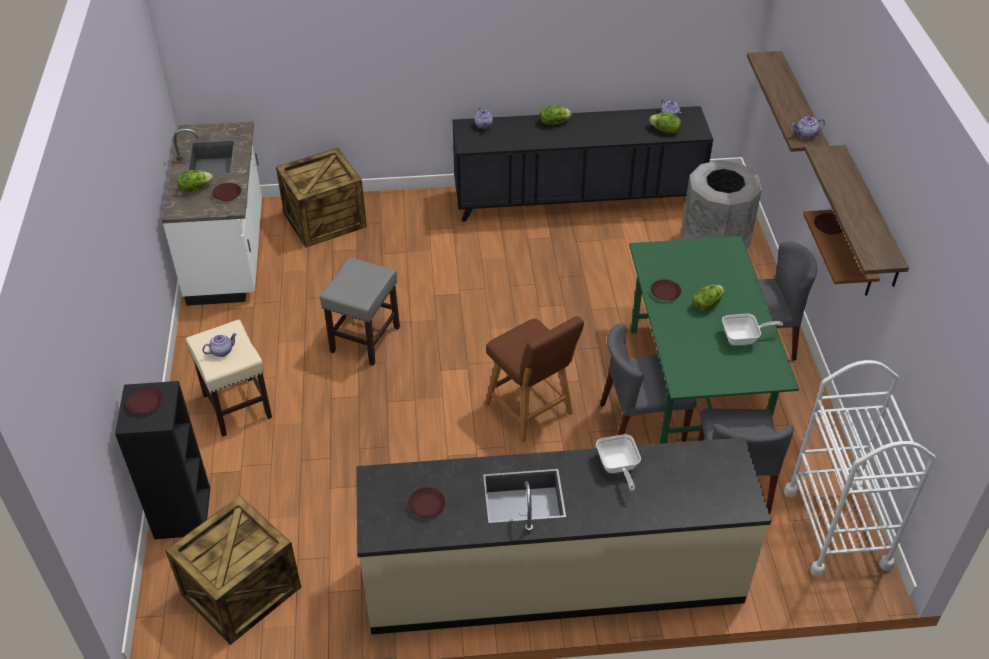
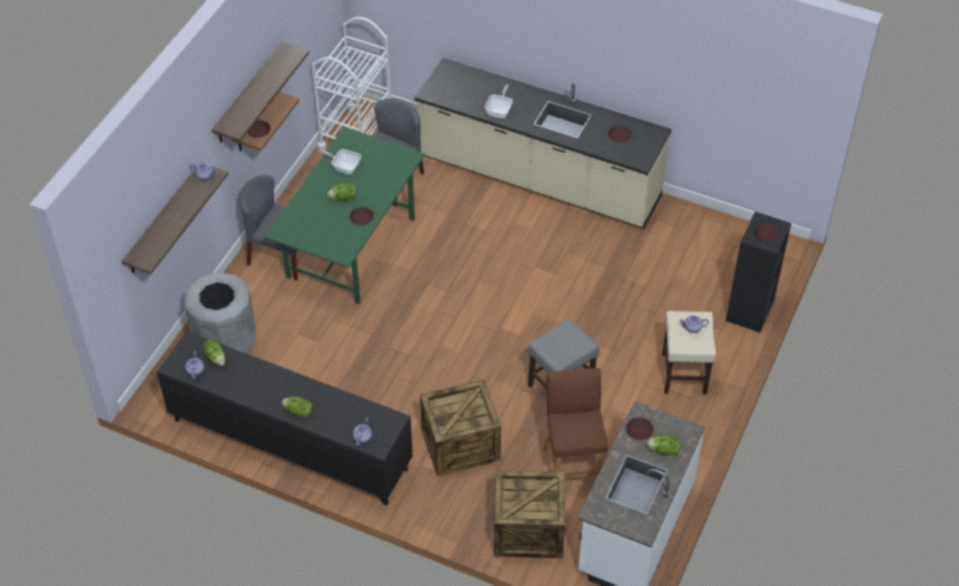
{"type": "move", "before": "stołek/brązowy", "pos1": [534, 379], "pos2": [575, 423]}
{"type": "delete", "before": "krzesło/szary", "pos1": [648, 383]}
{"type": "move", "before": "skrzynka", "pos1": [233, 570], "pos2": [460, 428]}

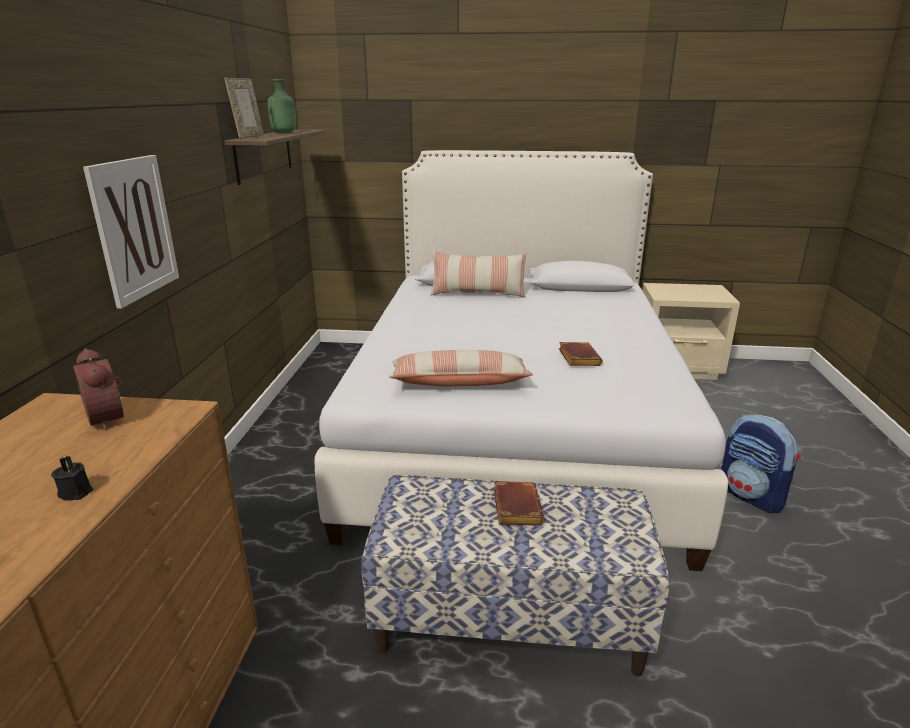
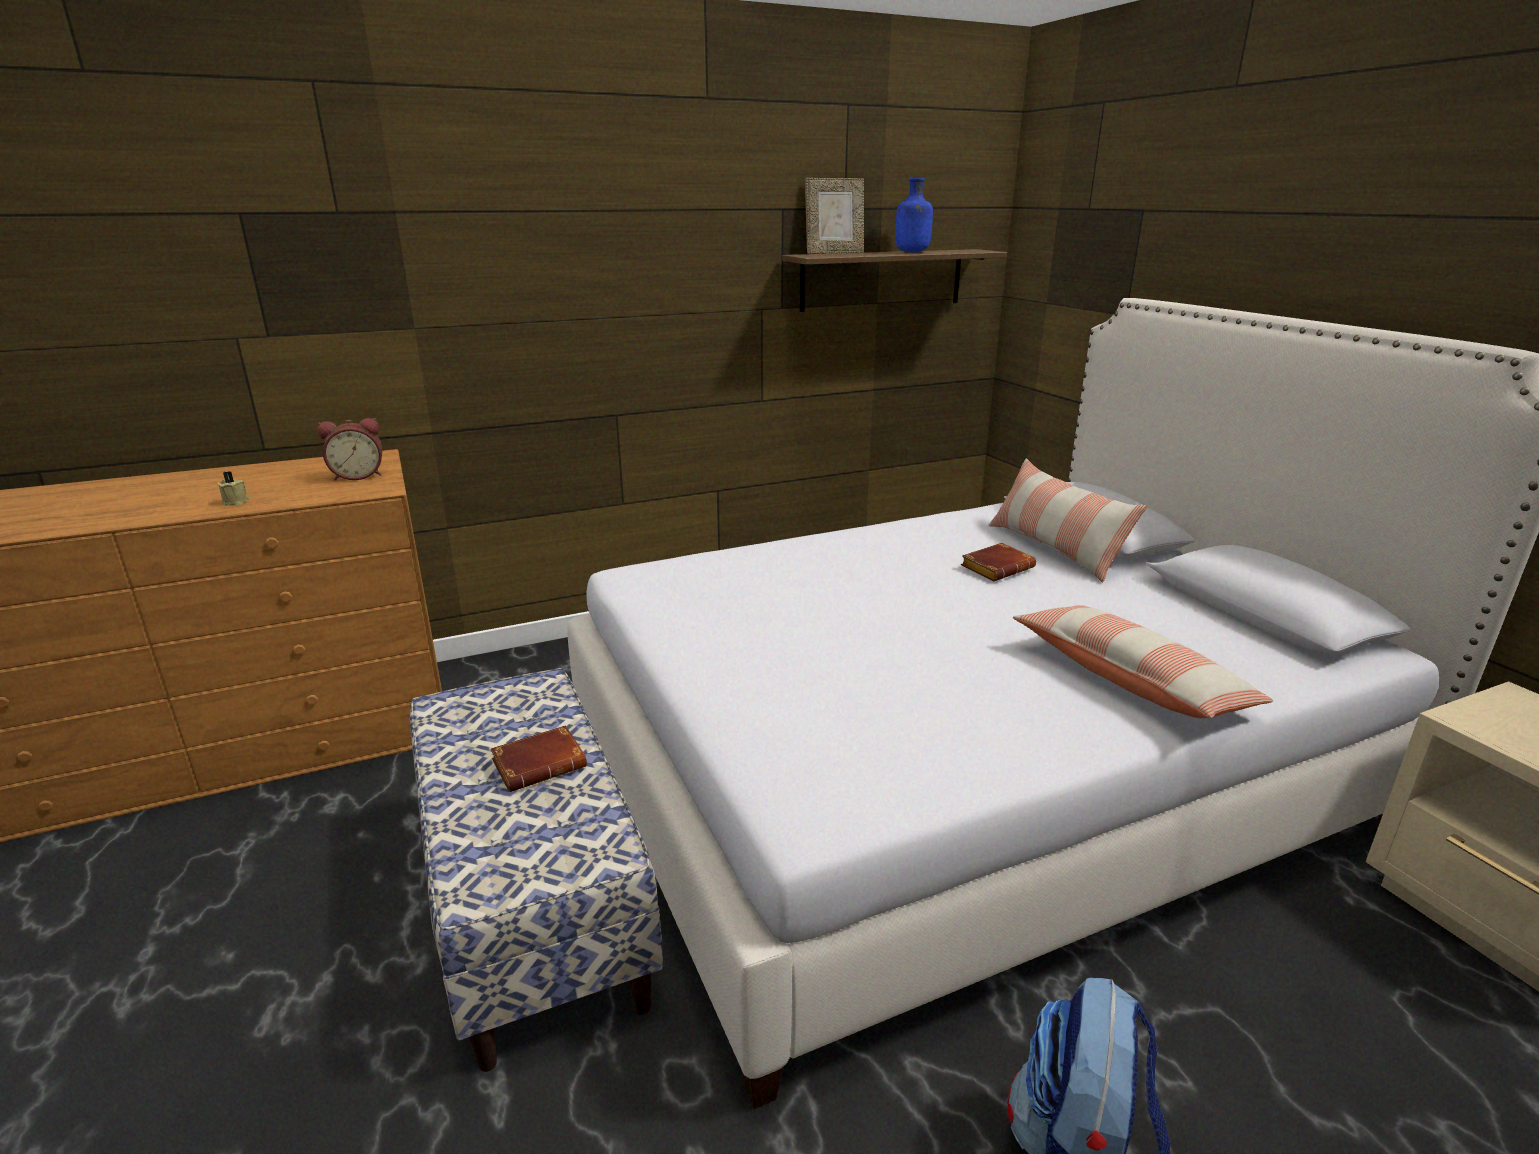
{"type": "recolor", "before": "butelka/zielony", "after": "butelka/niebieski", "pos1": [282, 106], "pos2": [914, 215]}
{"type": "delete", "before": "obraz", "pos1": [131, 232]}
{"type": "move", "before": "książka/brązowy", "pos1": [581, 354], "pos2": [998, 562]}
{"type": "rotate", "before": "budzik", "pos1": [98, 389], "pos2": [349, 449], "turn": -135}
{"type": "move", "before": "poduszka", "pos1": [461, 368], "pos2": [1143, 661]}
{"type": "recolor", "before": "świeca/czarny", "after": "świeca/beżowy", "pos1": [72, 478], "pos2": [233, 488]}

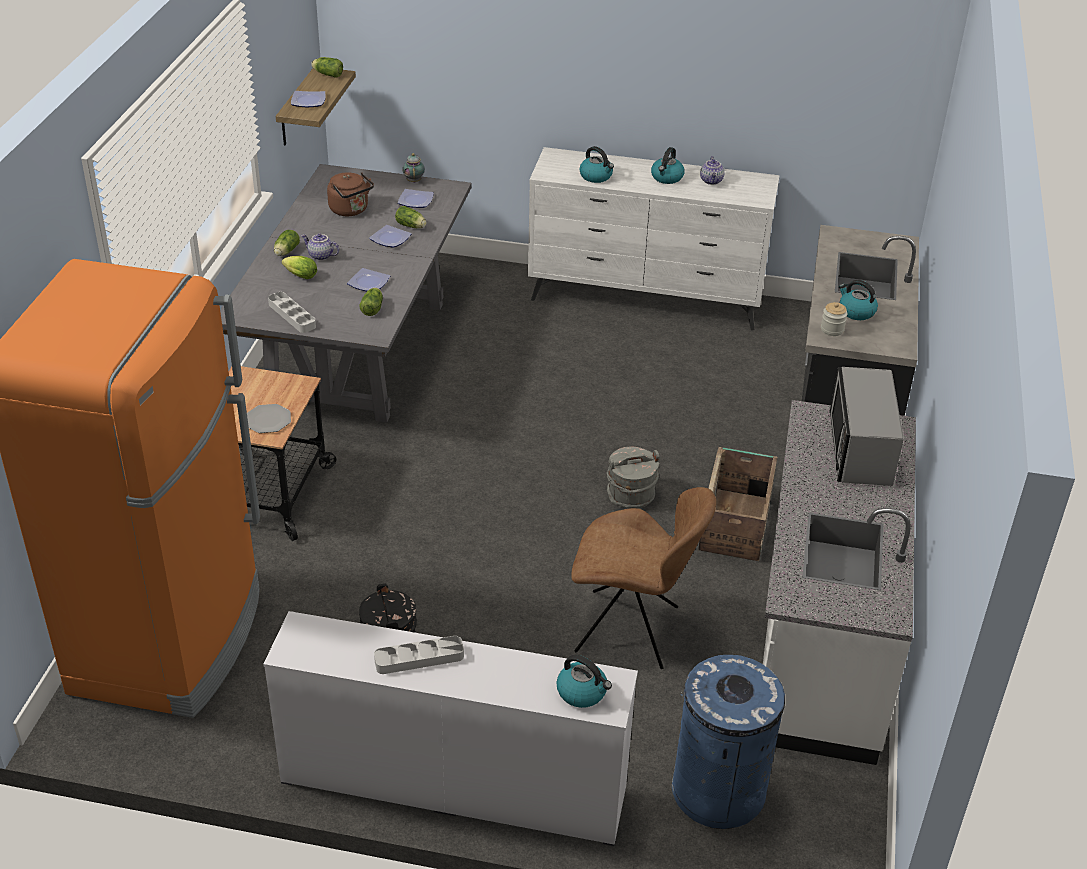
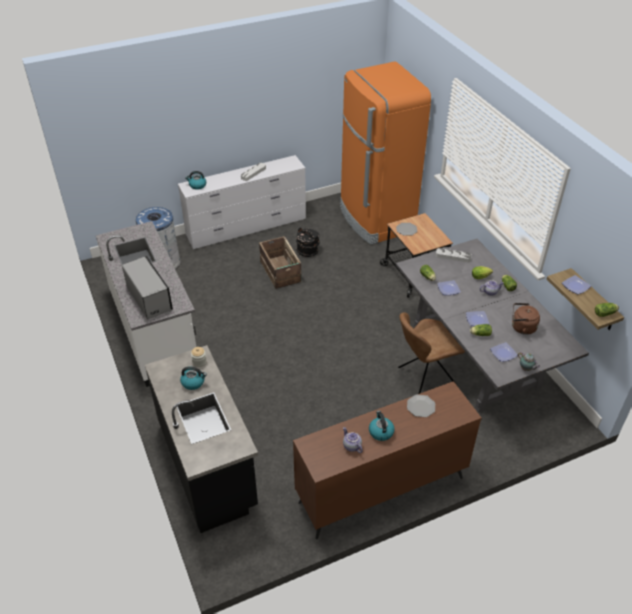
{"type": "replace", "before": "czajnik", "after": "talerz", "pos1": [596, 164], "pos2": [421, 405]}
{"type": "recolor", "before": "komoda/biały", "after": "komoda/brązowy", "pos1": [654, 239], "pos2": [387, 460]}
{"type": "delete", "before": "wiadro/szary", "pos1": [632, 477]}
{"type": "move", "before": "skrzynka", "pos1": [737, 504], "pos2": [280, 262]}
{"type": "move", "before": "krzesło/brązowy", "pos1": [643, 578], "pos2": [431, 353]}

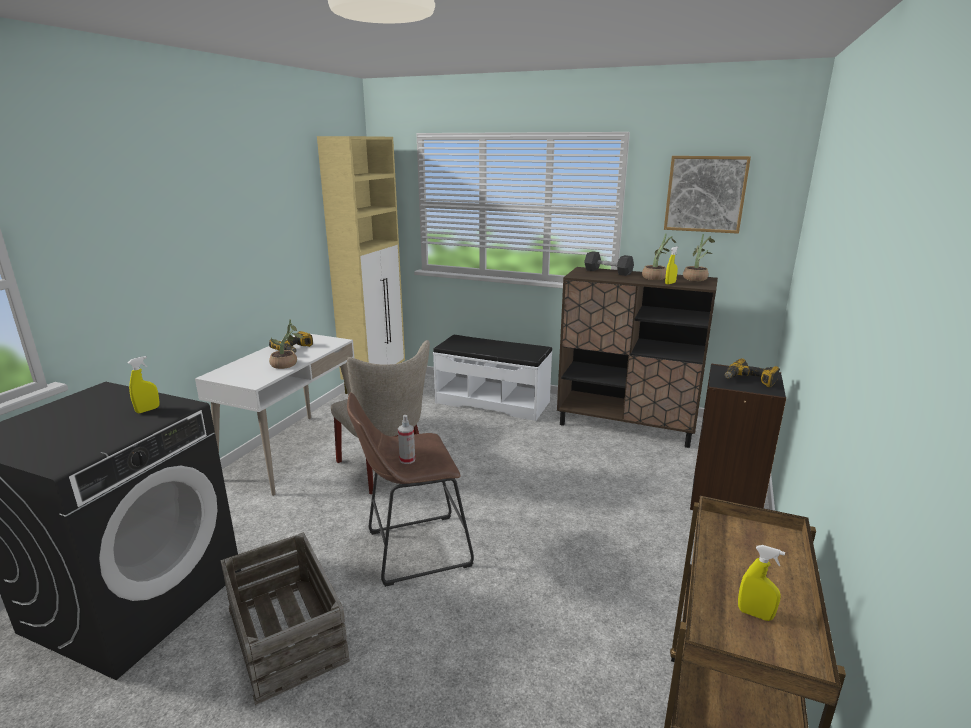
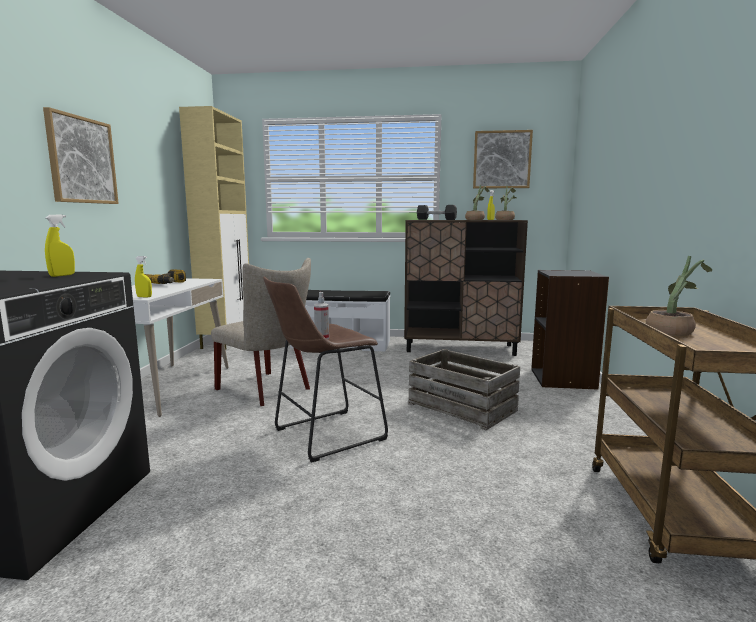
{"type": "move", "before": "roślina doniczkowa", "pos1": [286, 344], "pos2": [679, 296]}
{"type": "delete", "before": "wiertarka", "pos1": [752, 372]}
{"type": "move", "before": "skrzynka", "pos1": [285, 618], "pos2": [464, 389]}
{"type": "move", "before": "spryskiwacz/żółty", "pos1": [761, 583], "pos2": [143, 277]}
{"type": "insert", "after": "obraz", "pos2": [81, 155]}

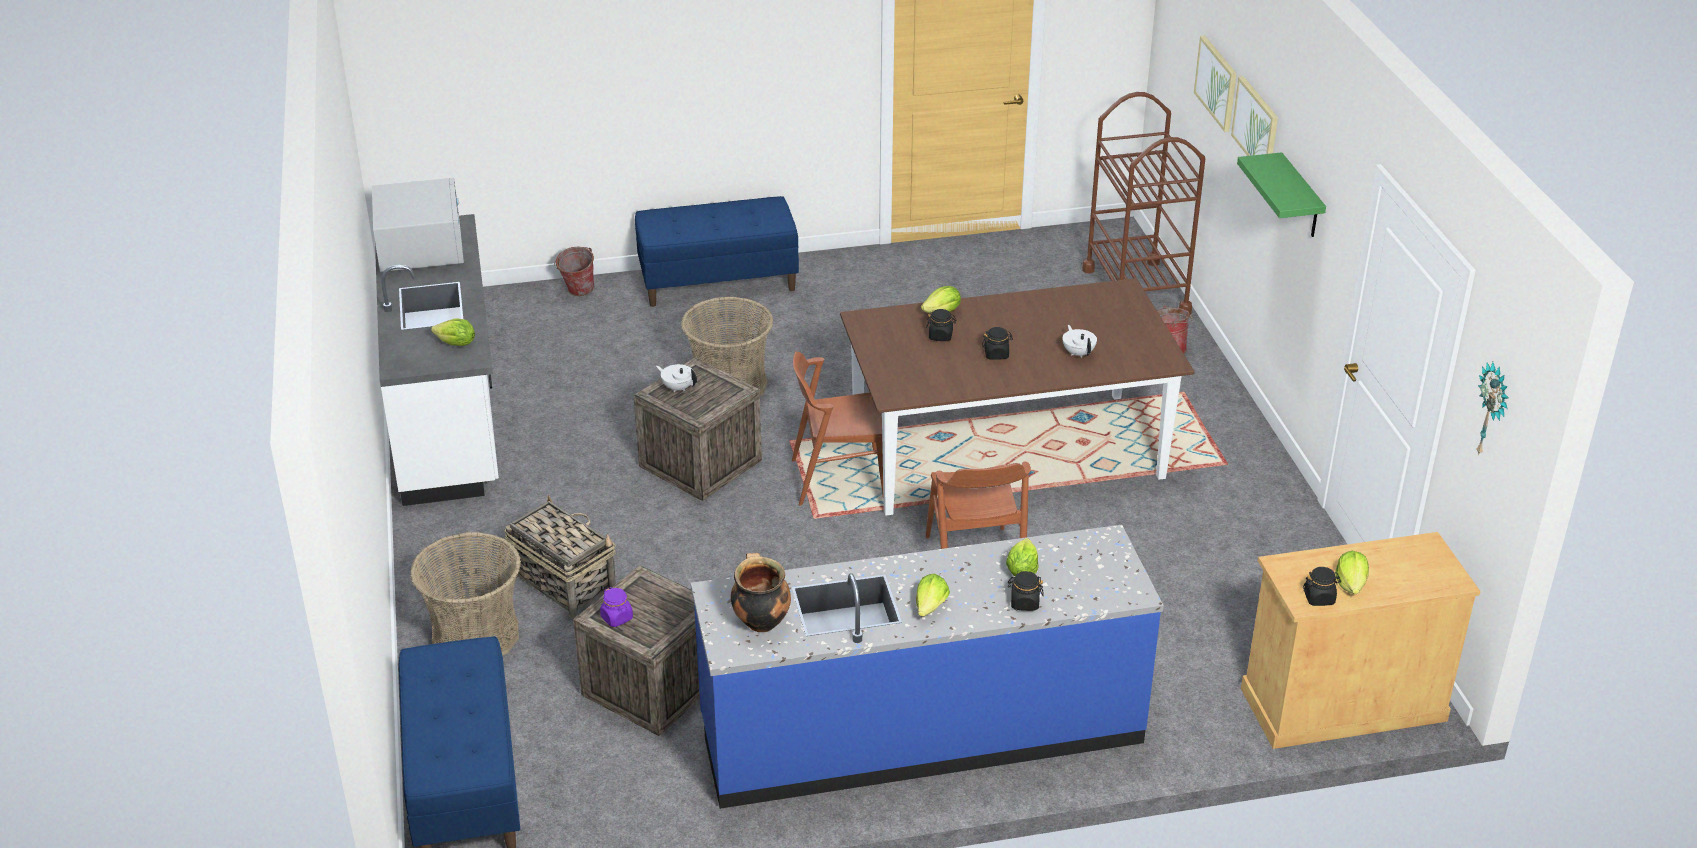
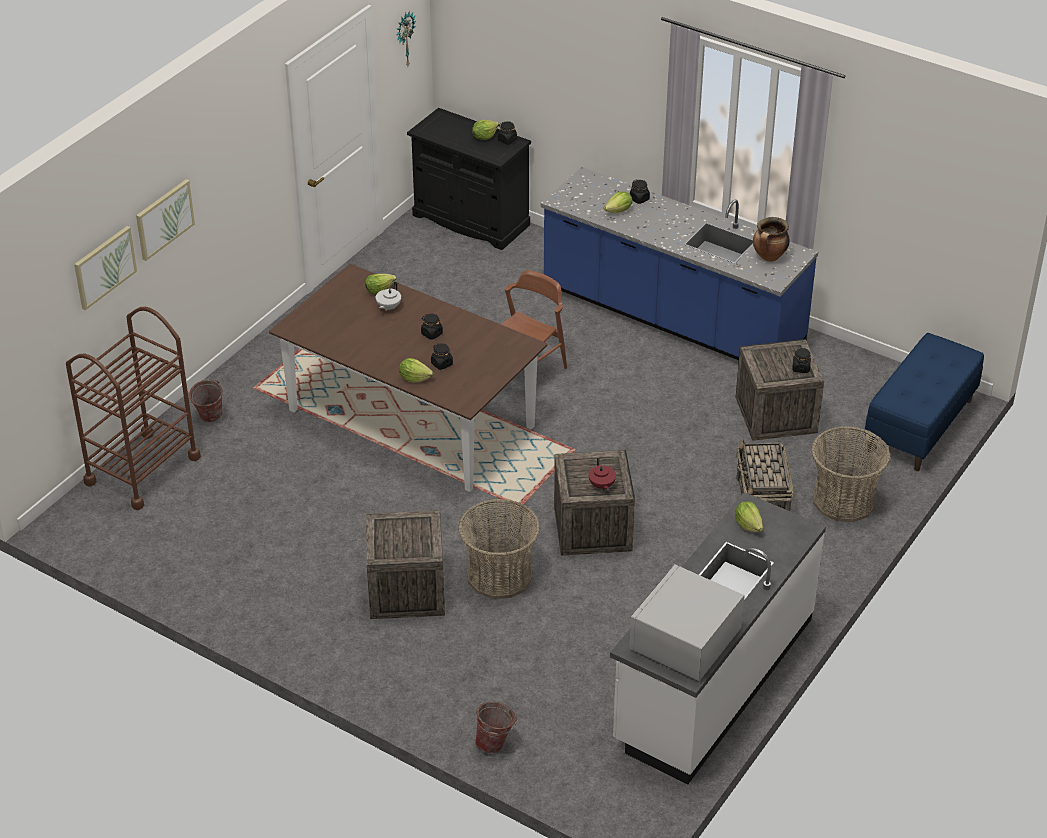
{"type": "delete", "before": "półka/zielony", "pos1": [1281, 194]}
{"type": "delete", "before": "ławka/niebieski", "pos1": [717, 251]}
{"type": "delete", "before": "krzesło/brązowy", "pos1": [837, 428]}
{"type": "recolor", "before": "imbryk/biały", "after": "imbryk/czerwony", "pos1": [676, 378], "pos2": [602, 474]}
{"type": "recolor", "before": "szafka/beżowy", "after": "szafka/czarny", "pos1": [1361, 640], "pos2": [469, 179]}
{"type": "move", "before": "sałata", "pos1": [933, 595], "pos2": [381, 284]}
{"type": "recolor", "before": "słoik/fioletowy", "after": "słoik/czarny", "pos1": [616, 607], "pos2": [801, 360]}
{"type": "insert", "after": "skrzynka", "pos2": [405, 564]}

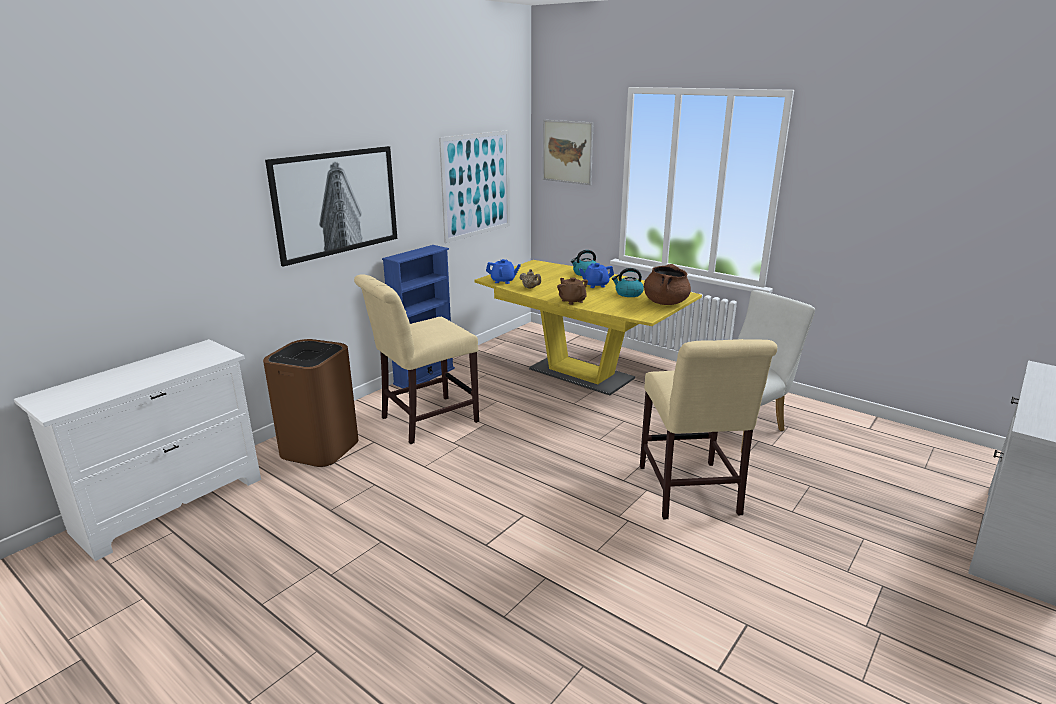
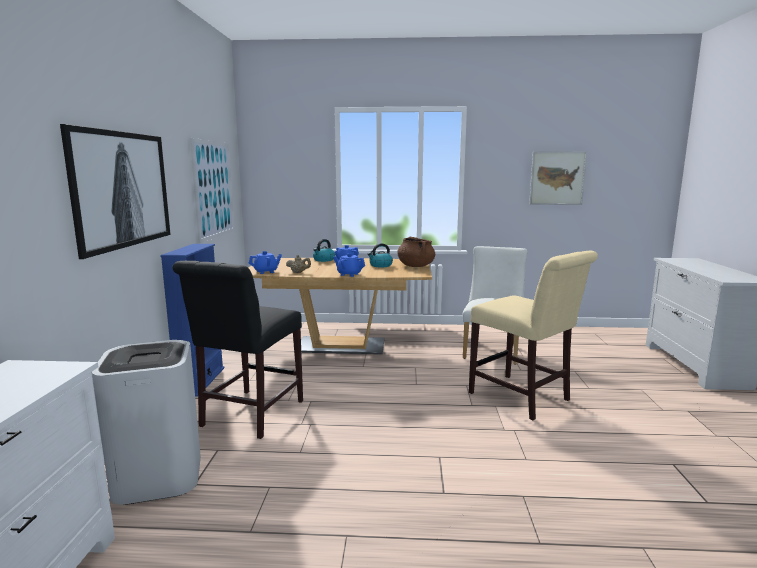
{"type": "move", "before": "obraz", "pos1": [568, 152], "pos2": [558, 178]}
{"type": "recolor", "before": "stół jadalny/żółty", "after": "stół jadalny/brązowy", "pos1": [588, 327], "pos2": [340, 306]}
{"type": "recolor", "before": "krzesło/beżowy", "after": "krzesło/czarny", "pos1": [416, 359], "pos2": [238, 350]}
{"type": "recolor", "before": "imbryk/brązowy", "after": "imbryk/niebieski", "pos1": [572, 291], "pos2": [349, 265]}
{"type": "recolor", "before": "kosz na śmieci/brązowy", "after": "kosz na śmieci/biały", "pos1": [311, 403], "pos2": [146, 422]}

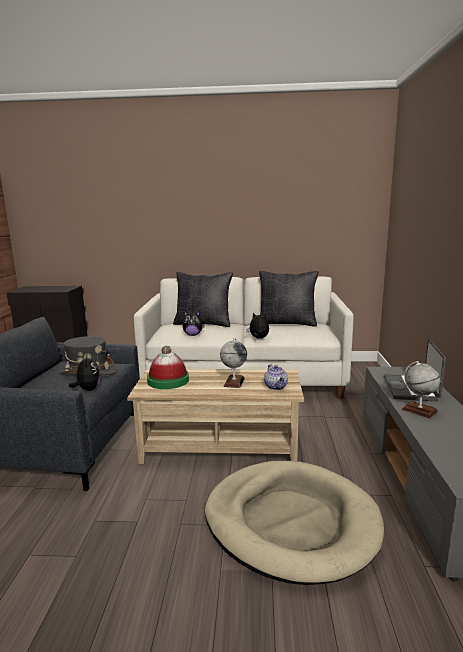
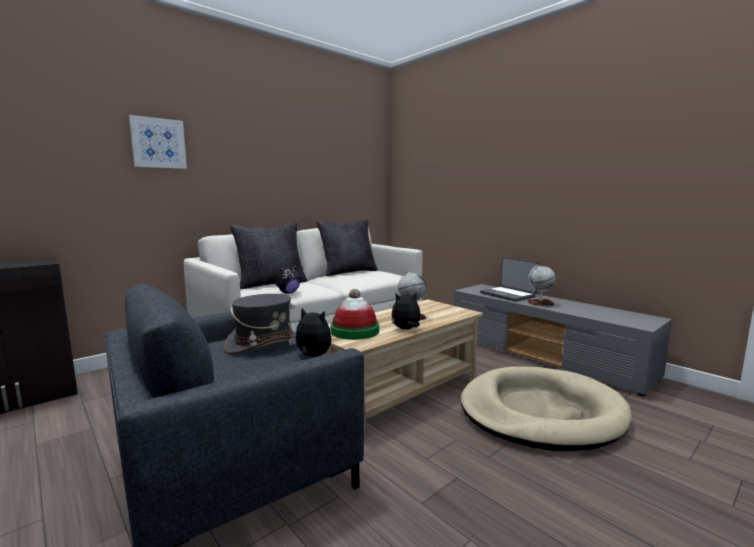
{"type": "move", "before": "pluszak", "pos1": [257, 326], "pos2": [406, 310]}
{"type": "delete", "before": "imbryk", "pos1": [276, 377]}
{"type": "insert", "after": "obraz", "pos2": [158, 142]}

